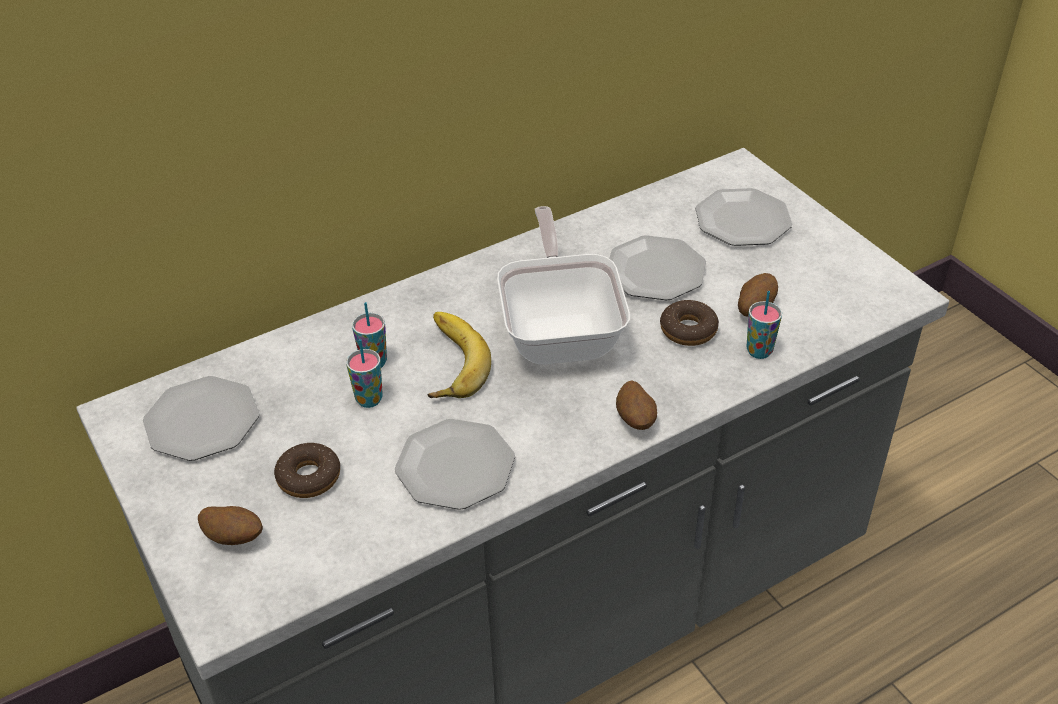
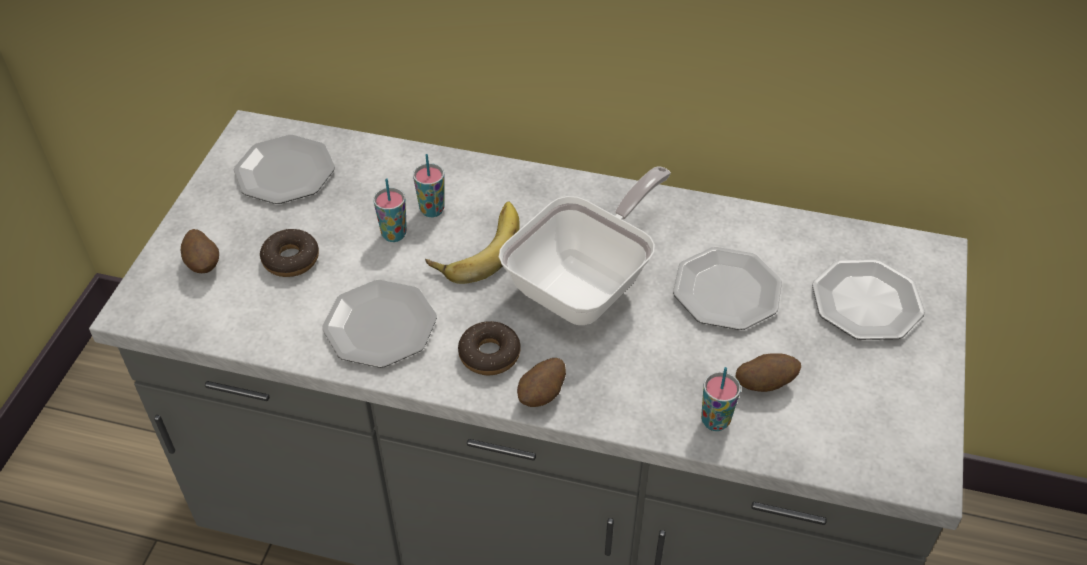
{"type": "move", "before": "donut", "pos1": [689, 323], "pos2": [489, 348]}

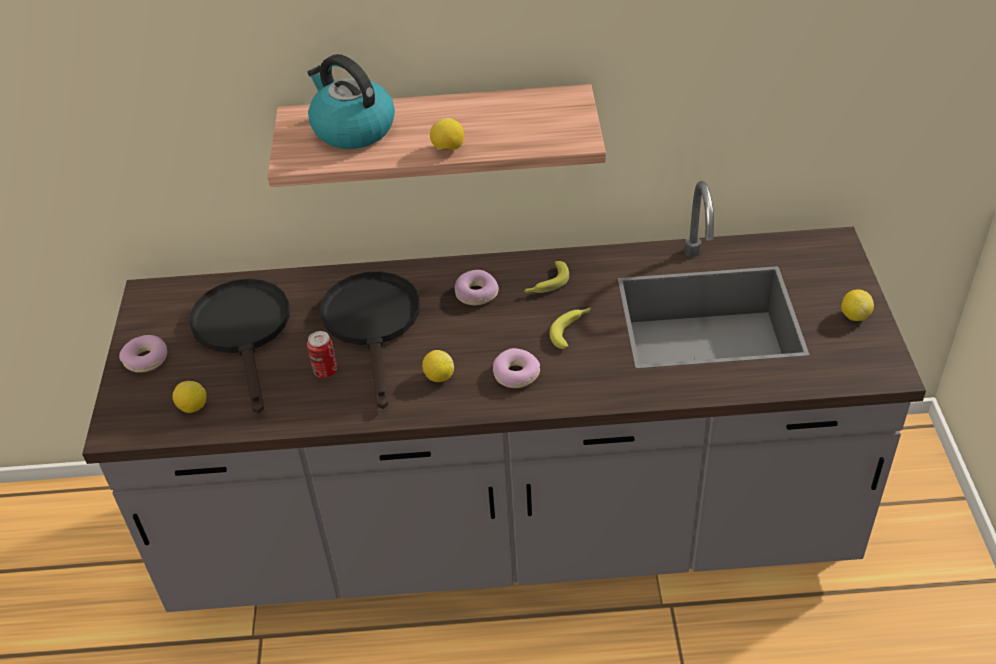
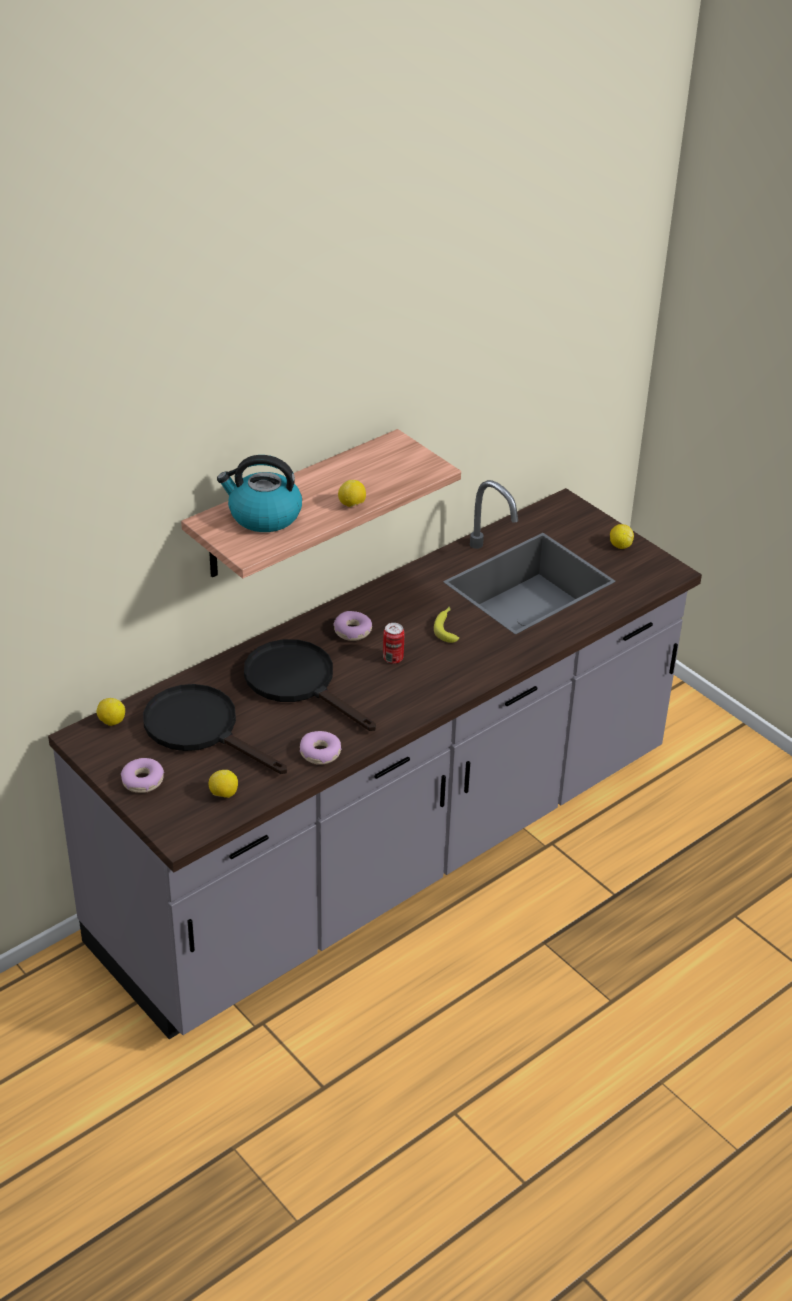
{"type": "delete", "before": "banan", "pos1": [546, 277]}
{"type": "move", "before": "puszka", "pos1": [322, 354], "pos2": [393, 643]}
{"type": "move", "before": "donut", "pos1": [516, 368], "pos2": [321, 748]}
{"type": "move", "before": "cytryna", "pos1": [438, 366], "pos2": [111, 712]}

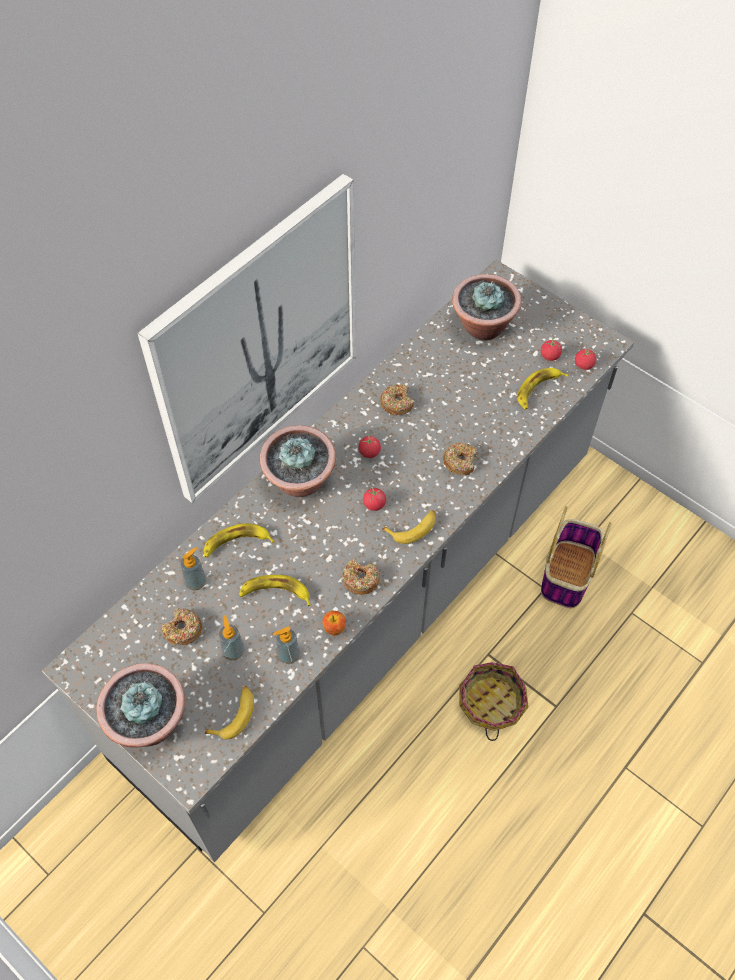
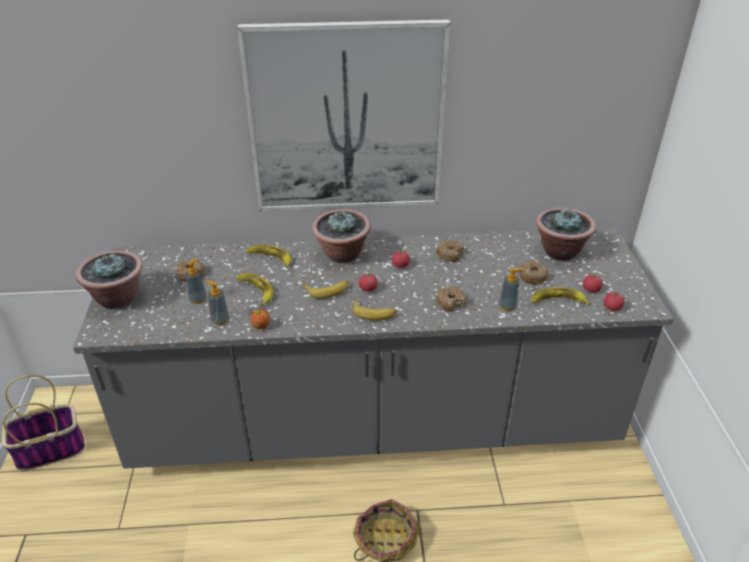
{"type": "move", "before": "koszyk", "pos1": [576, 557], "pos2": [43, 423]}
{"type": "move", "before": "dozownik mydła", "pos1": [193, 568], "pos2": [511, 289]}
{"type": "move", "before": "donut", "pos1": [361, 577], "pos2": [533, 272]}
{"type": "move", "before": "banan", "pos1": [229, 712], "pos2": [326, 290]}

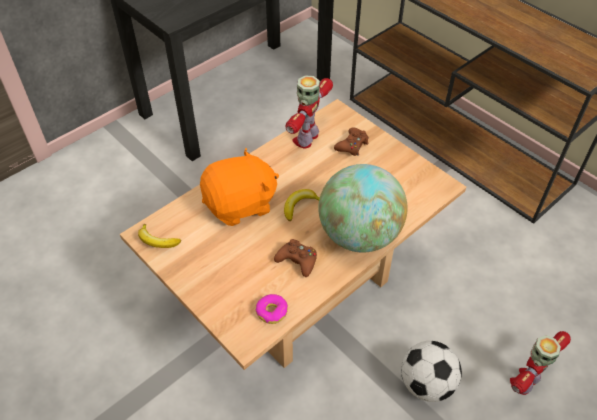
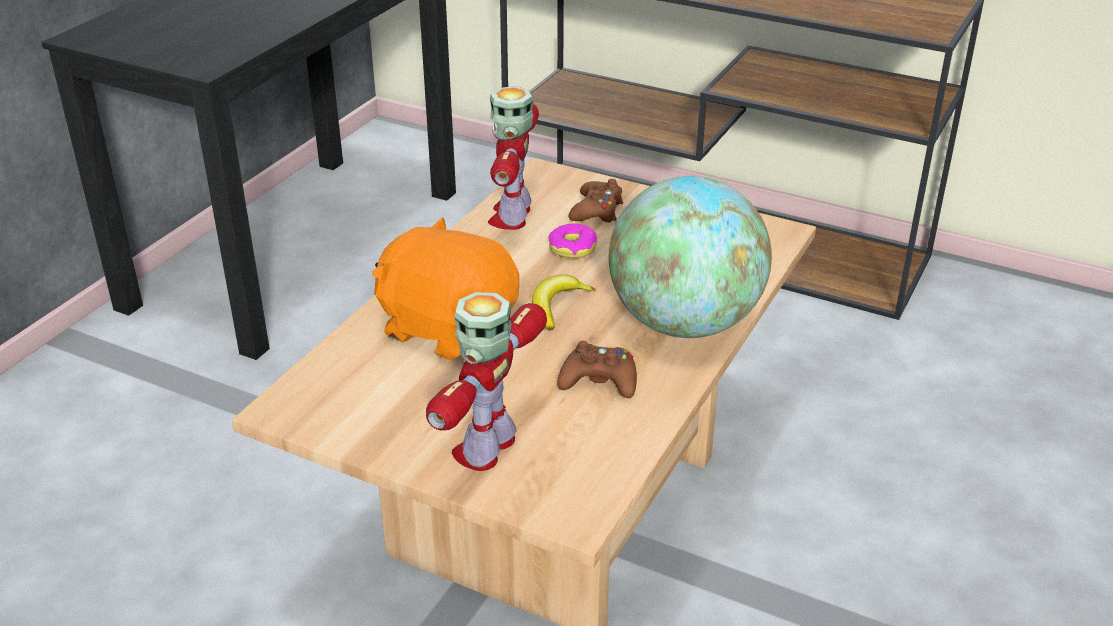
{"type": "rotate", "before": "pluszak/pomarańczowy", "pos1": [239, 187], "pos2": [445, 288], "turn": -105}
{"type": "delete", "before": "banan", "pos1": [159, 236]}
{"type": "move", "before": "donut", "pos1": [272, 309], "pos2": [573, 240]}
{"type": "move", "before": "robot zabawkowy", "pos1": [540, 363], "pos2": [486, 381]}
{"type": "delete", "before": "piłka futbolowa", "pos1": [431, 371]}

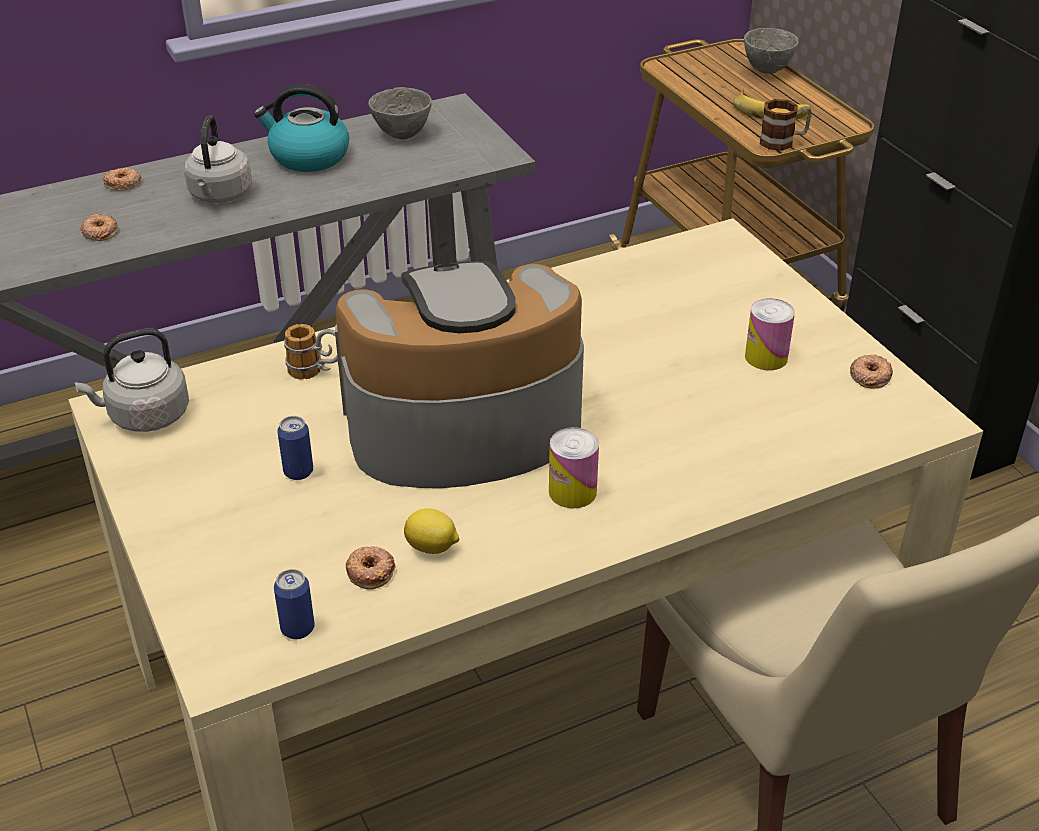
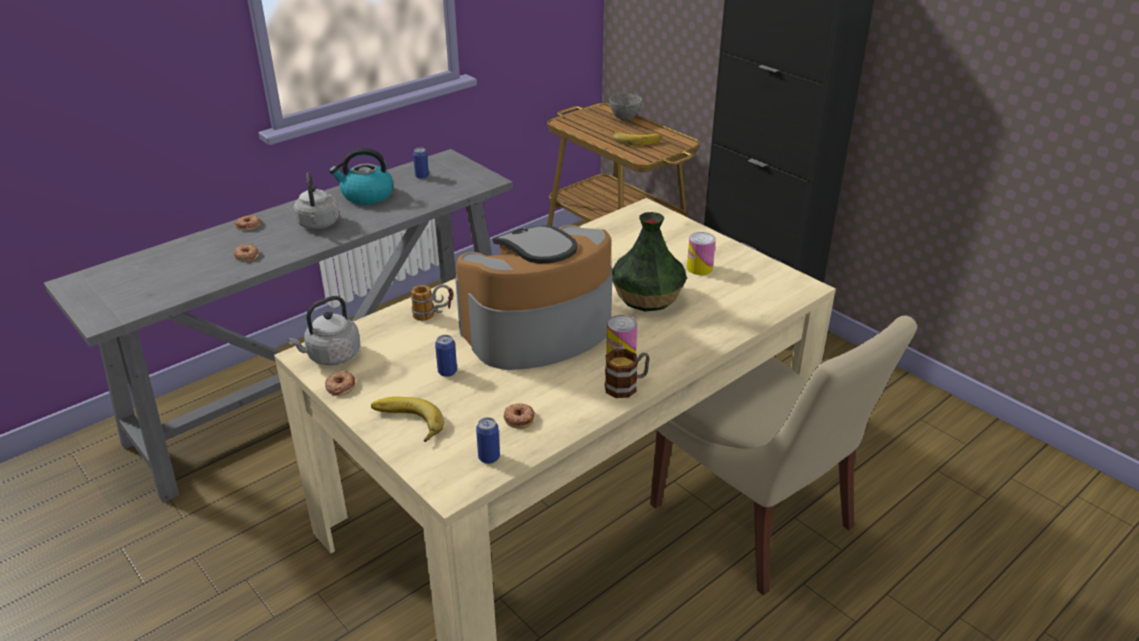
{"type": "replace", "before": "miska/szary", "after": "puszka", "pos1": [400, 113], "pos2": [421, 163]}
{"type": "move", "before": "kubek", "pos1": [786, 125], "pos2": [627, 373]}
{"type": "move", "before": "donut", "pos1": [871, 371], "pos2": [340, 383]}
{"type": "delete", "before": "cytryna", "pos1": [431, 531]}
{"type": "insert", "after": "wazon", "pos2": [649, 261]}
{"type": "insert", "after": "banan", "pos2": [407, 419]}

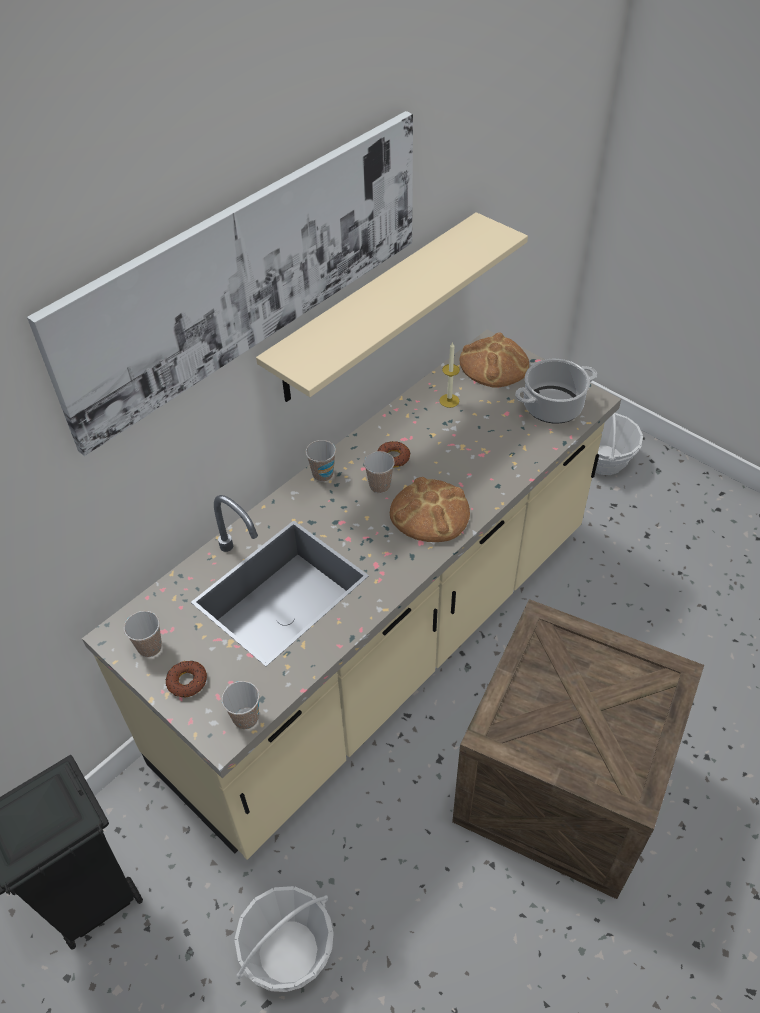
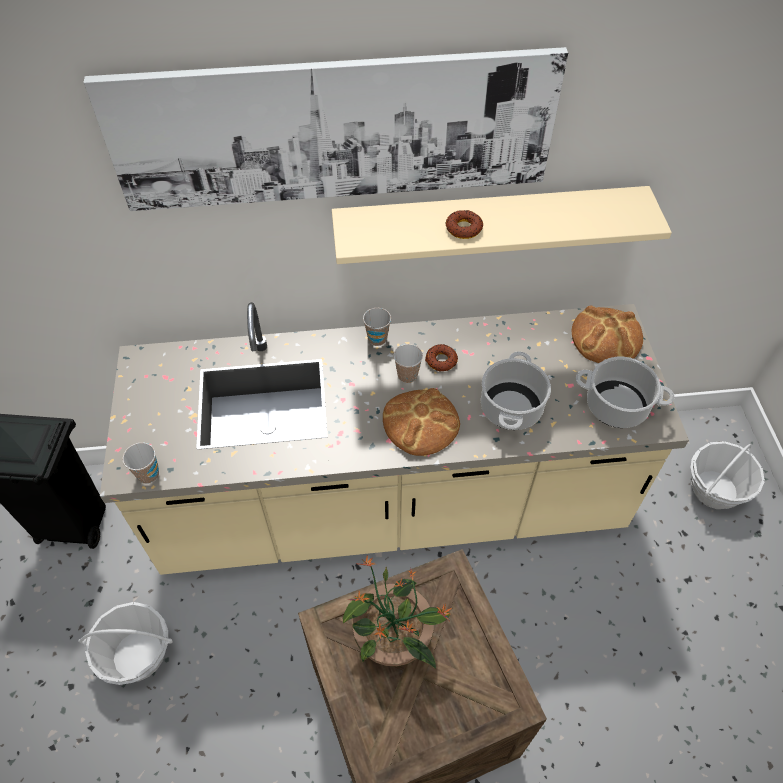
{"type": "delete", "before": "świeca", "pos1": [449, 375]}
{"type": "delete", "before": "filiżanka", "pos1": [143, 634]}
{"type": "move", "before": "donut", "pos1": [186, 679], "pos2": [464, 224]}
{"type": "insert", "after": "garnek", "pos2": [516, 391]}
{"type": "insert", "after": "roślina doniczkowa", "pos2": [397, 612]}

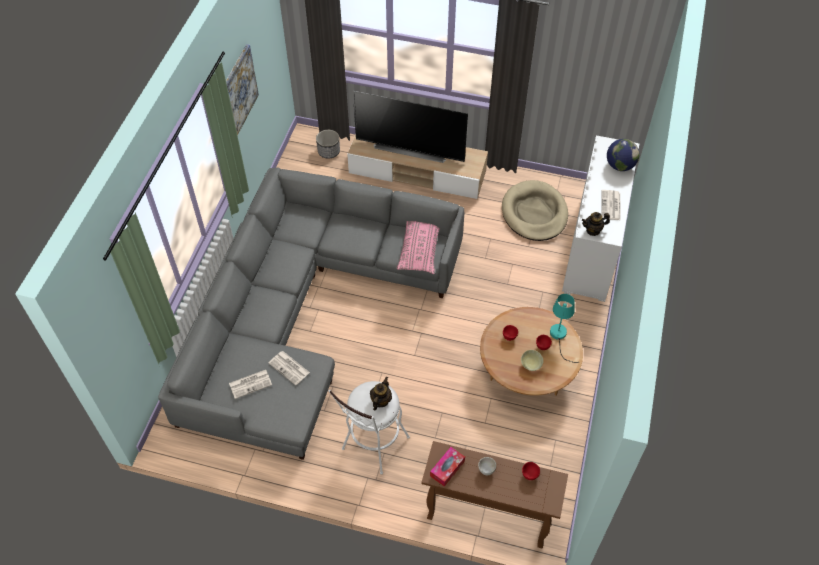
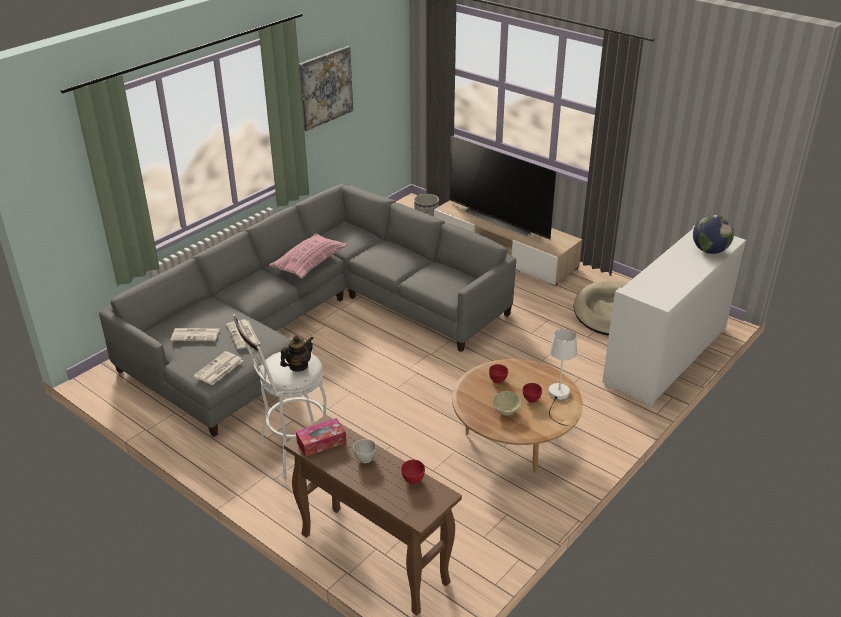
{"type": "move", "before": "gazeta", "pos1": [611, 205], "pos2": [218, 368]}
{"type": "delete", "before": "imbryk", "pos1": [596, 224]}
{"type": "move", "before": "poduszka/różowy", "pos1": [418, 247], "pos2": [308, 256]}
{"type": "recolor", "before": "lampa stołowa/turkusowy", "after": "lampa stołowa/biały", "pos1": [564, 328], "pos2": [562, 377]}

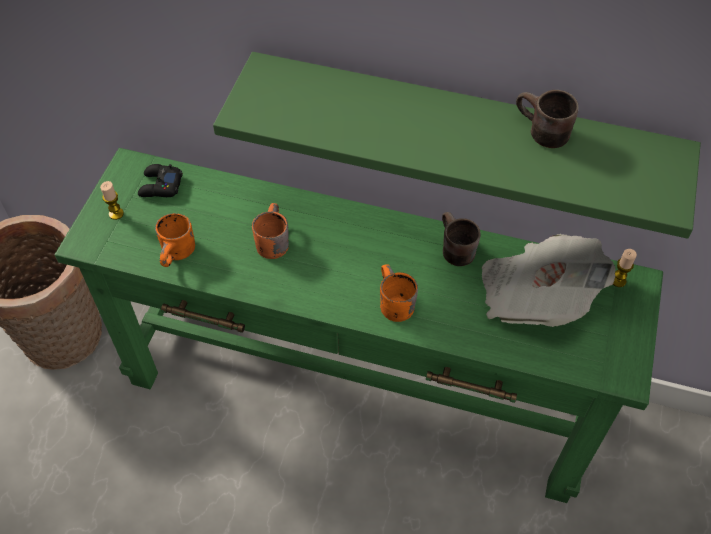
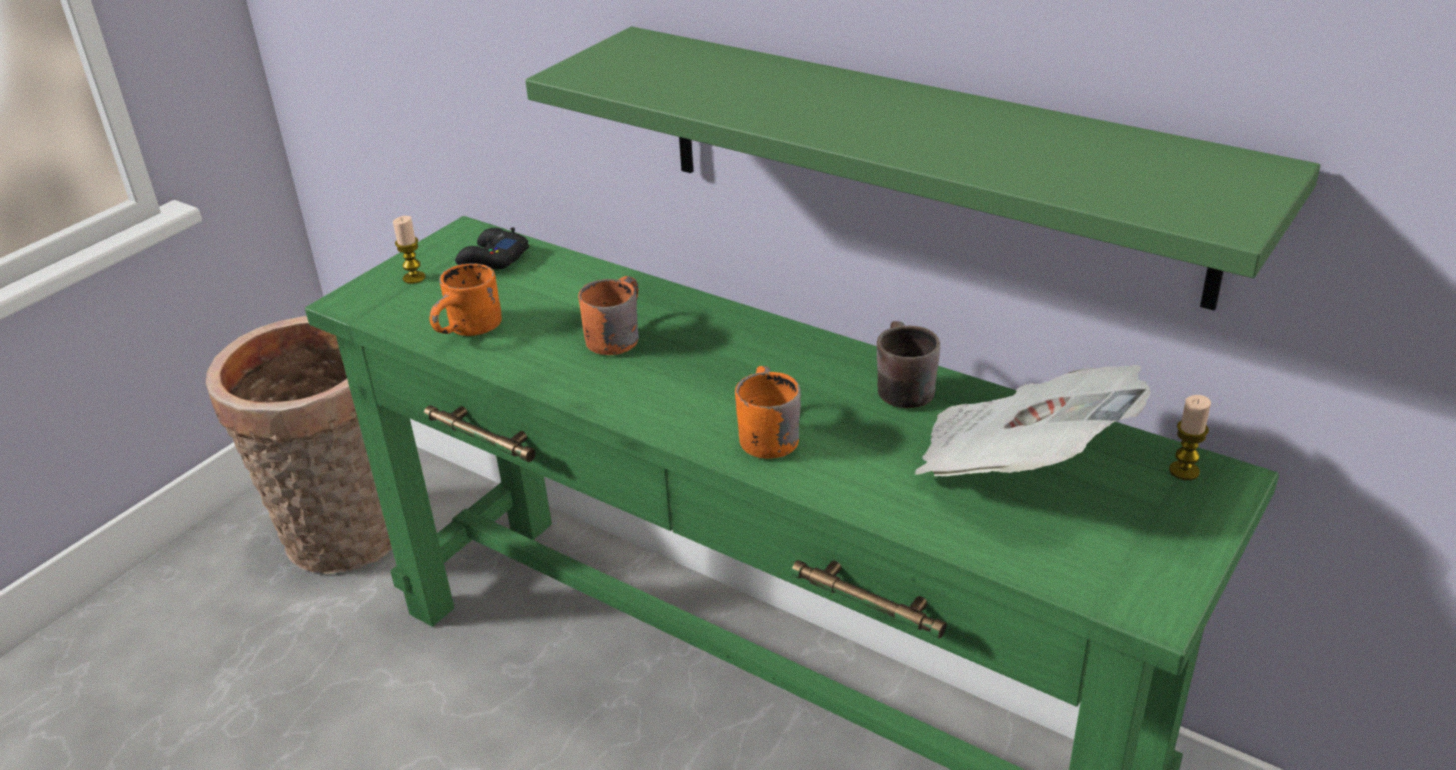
{"type": "delete", "before": "kubek/brązowy", "pos1": [547, 119]}

